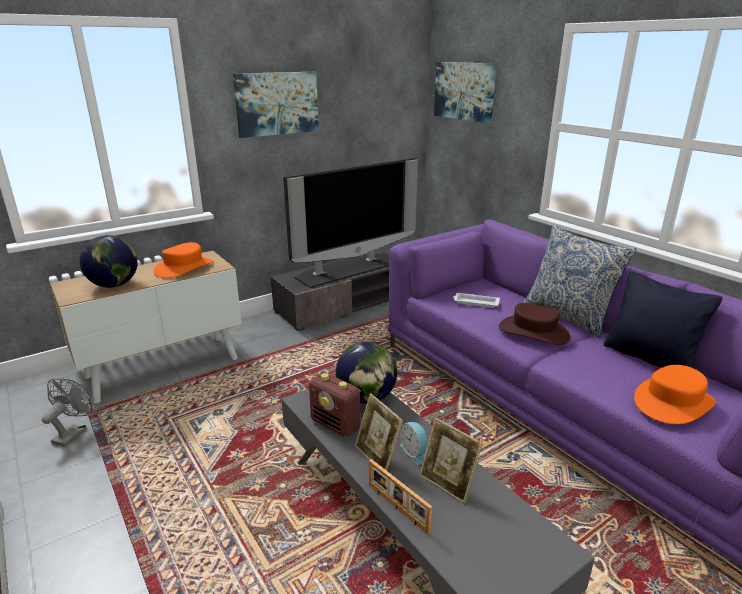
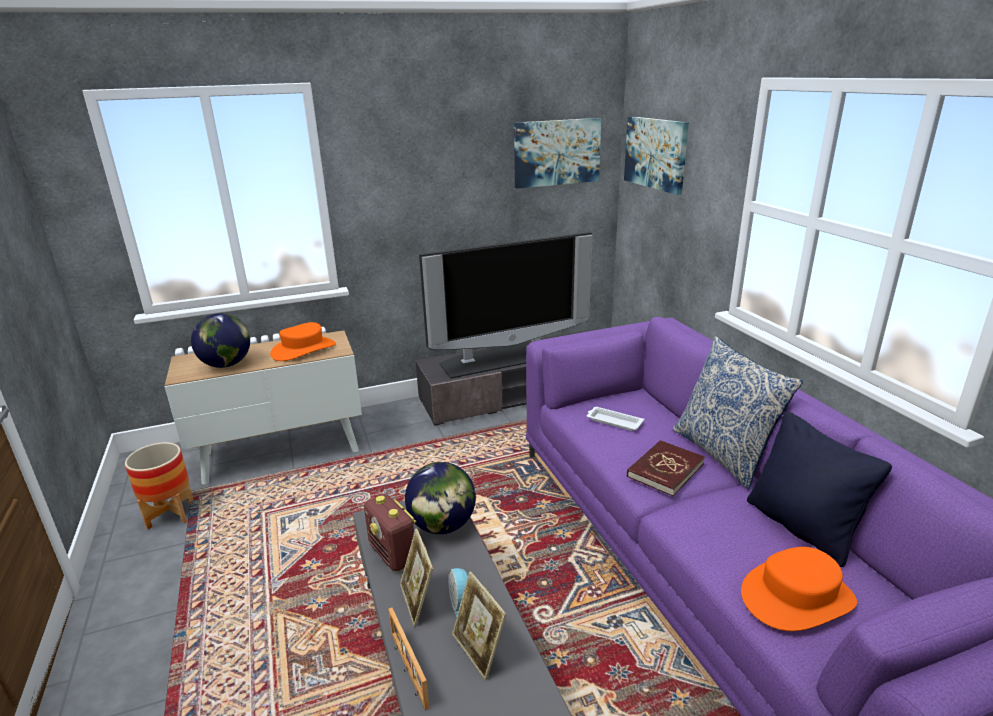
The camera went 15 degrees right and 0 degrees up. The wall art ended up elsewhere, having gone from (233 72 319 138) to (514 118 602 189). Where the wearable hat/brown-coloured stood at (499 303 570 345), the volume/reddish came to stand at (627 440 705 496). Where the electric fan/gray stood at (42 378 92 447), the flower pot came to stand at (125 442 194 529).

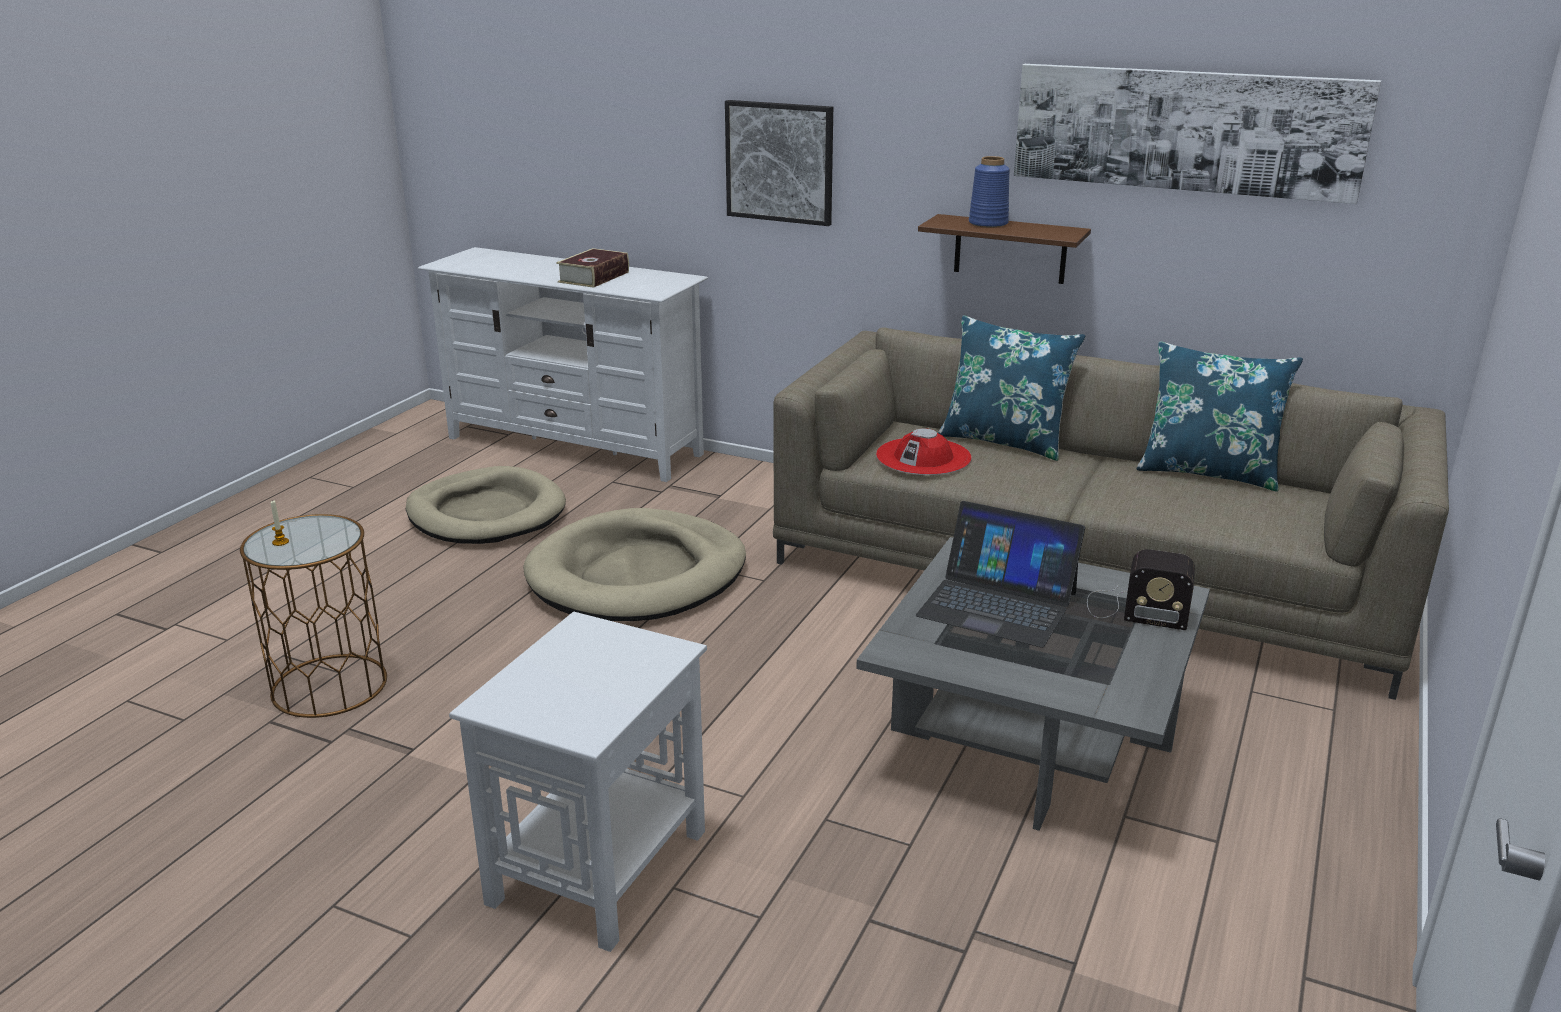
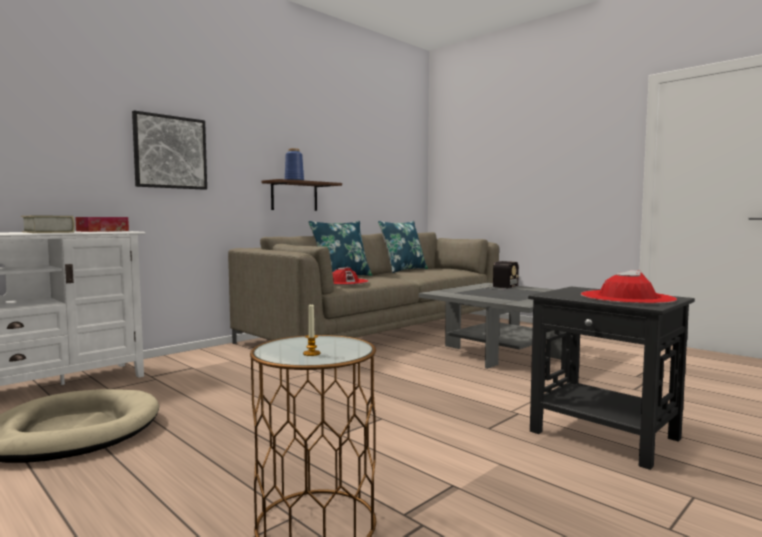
The camera went 70 degrees left and 20 degrees down. The second view lost the wall art at (1014 64 1381 204). The second view lost the notebook computer at (916 501 1085 647). The second view lost the dog bed/sand-coloured at (523 508 746 621). What was the side table/whitish at (449 611 707 952) turned into the side table/black at (528 287 695 470). The second view gained the tissue box at (75 217 129 232). The second view gained the wearable hat/reddish at (581 270 677 305).

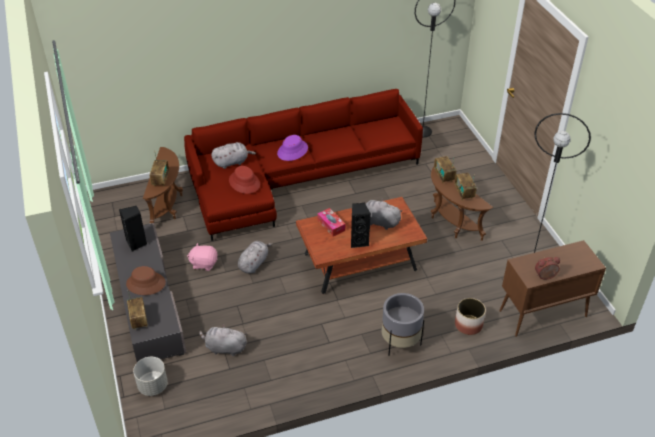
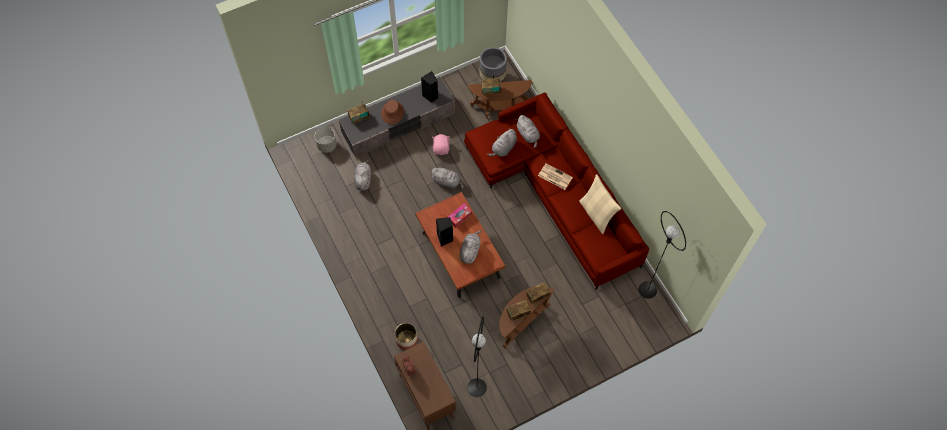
The camera went 80 degrees right and 20 degrees up. Where the wearable hat/purple-coloured stood at (277 135 308 161), the newspaper came to stand at (538 163 573 190). Where the wearable hat/reddish stood at (229 166 260 194), the cuddly toy/gray came to stand at (487 128 517 157). The flower pot/gray ended up elsewhere, having gone from (382 293 424 356) to (479 47 507 82). The second view gained the throw pillow/sand-coloured at (579 174 621 234).

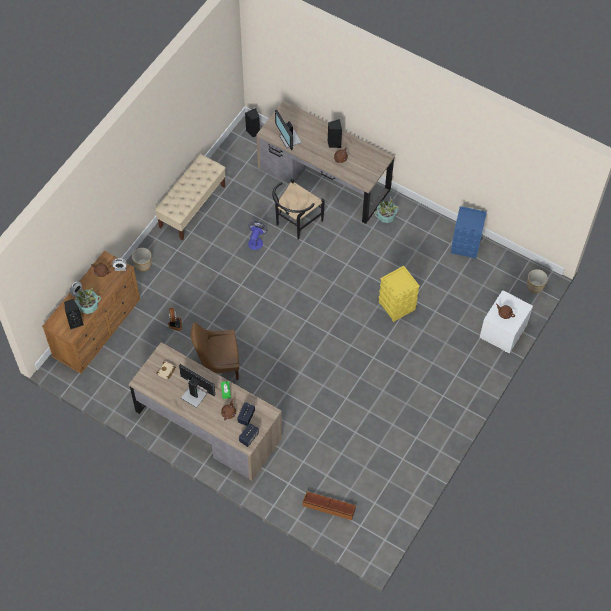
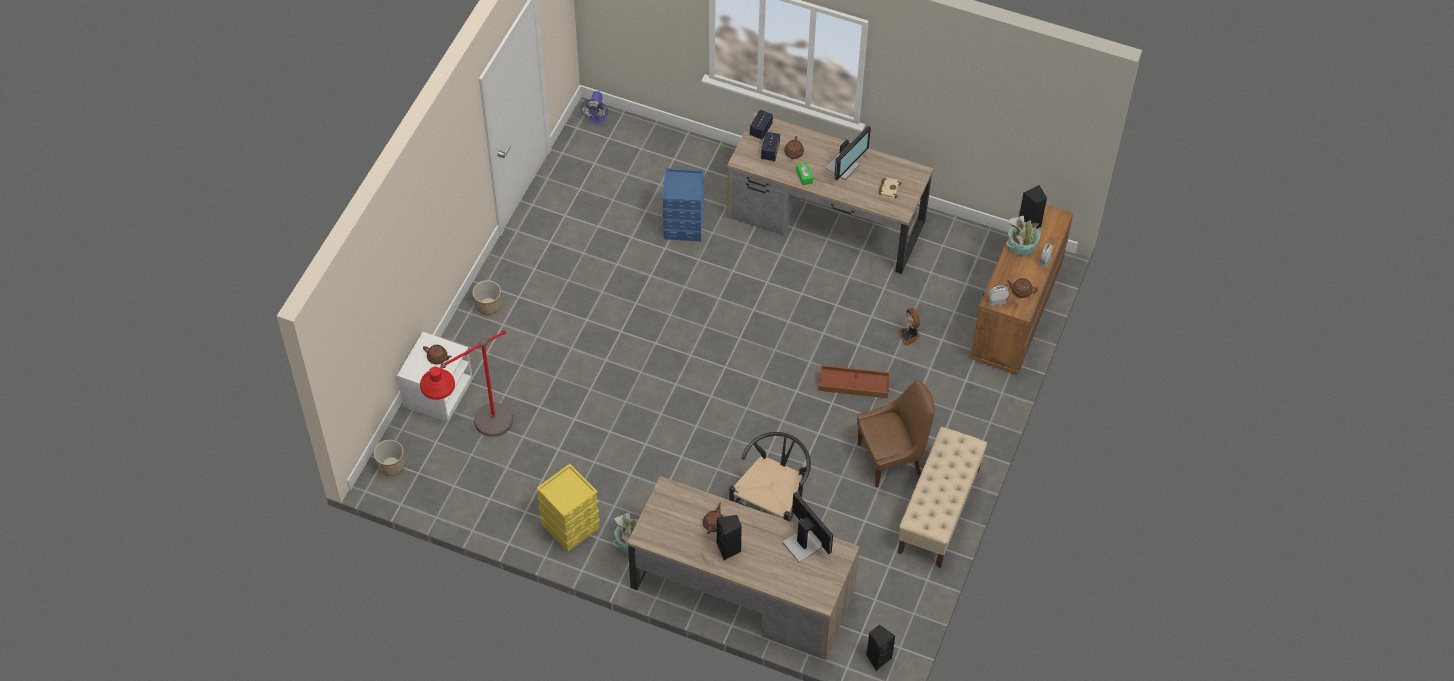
The camera went 170 degrees right and 5 degrees down. The storage box/bluish ended up elsewhere, having gone from (451 206 487 258) to (662 168 704 241). The electric fan ended up elsewhere, having gone from (248 221 268 250) to (580 91 608 123). The flower pot ended up elsewhere, having gone from (132 248 152 271) to (472 280 501 315). The storage box/yellow-coloured ended up elsewhere, having gone from (379 266 420 322) to (537 464 600 551). The upright chair/brown-coloured ended up elsewhere, having gone from (191 323 239 380) to (857 379 935 487). The computer display at (179 364 215 408) ended up facing another way, 75 degrees counterclockwise from before. The storage box/brown-coloured ended up elsewhere, having gone from (303 492 356 520) to (818 365 890 398). The second view gained the floor lamp/reddish at (420 330 513 437).

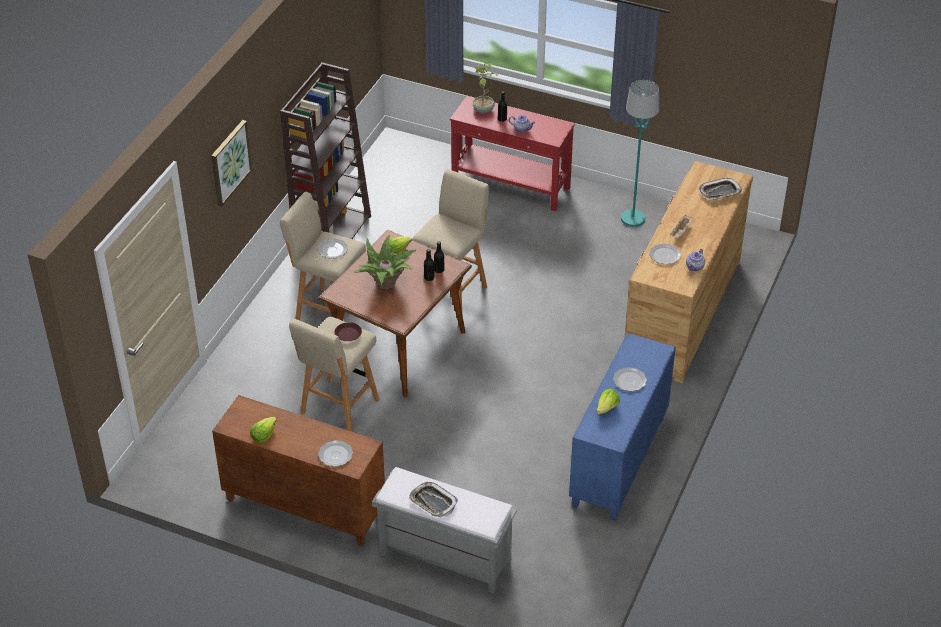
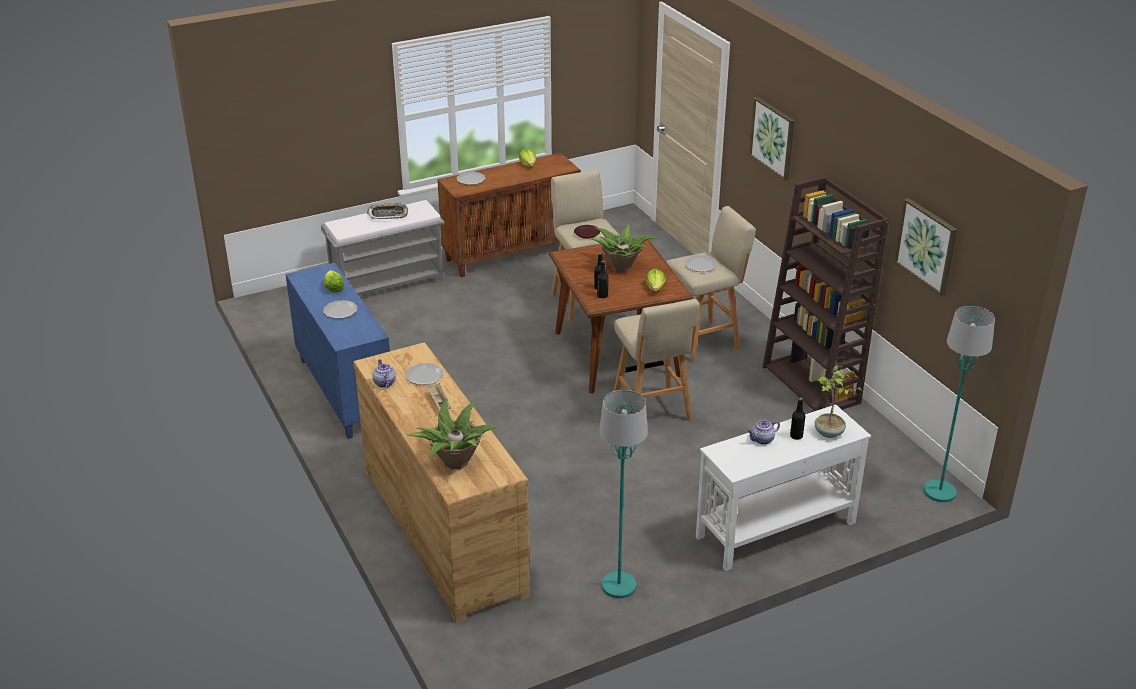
The camera went 130 degrees right and 10 degrees down. What was the hall table/reddish at (450 96 575 211) turned into the hall table/whitish at (696 405 871 571). Where the serving tray stood at (699 178 742 200), the houseplant came to stand at (407 398 499 469). The second view gained the wall art at (894 198 957 296). The second view gained the floor lamp/turquoise at (924 306 995 502).

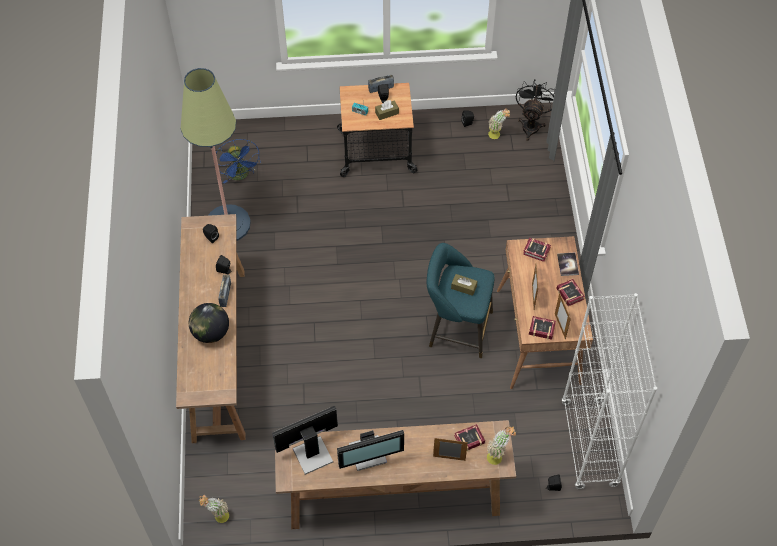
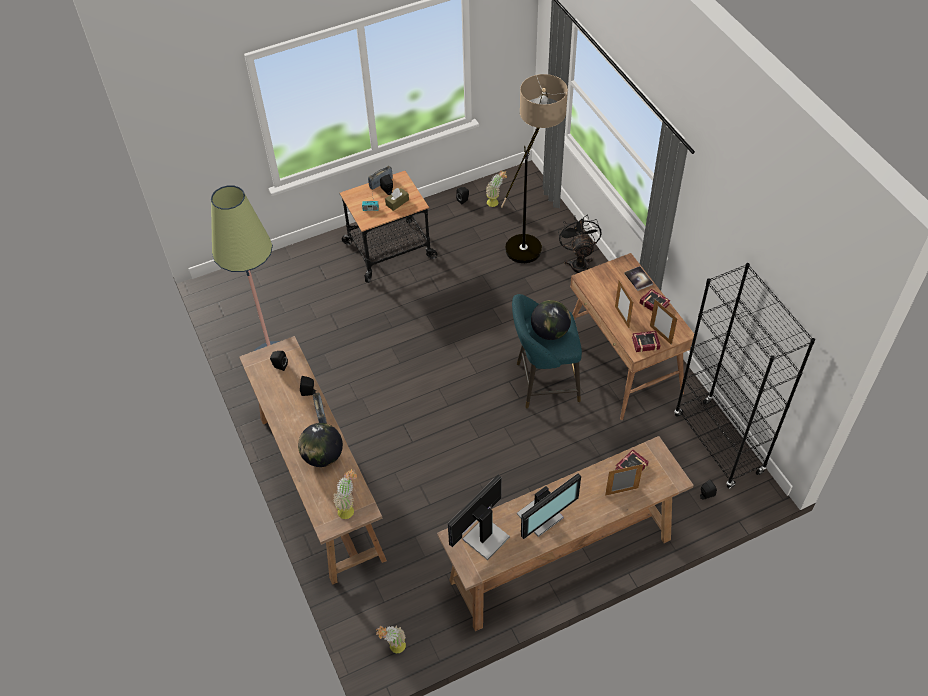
The camera went 20 degrees left and 5 degrees down. The electric fan/black ended up elsewhere, having gone from (516 79 555 141) to (558 215 601 273). The second view lost the electric fan/bluish at (216 139 261 184). The second view lost the volume at (523 238 551 262). Where the tissue box/brown-coloured stood at (451 274 477 296), the globe came to stand at (531 300 571 340). What was the bookshelf/whitish at (561 293 657 489) turned into the bookshelf/black at (674 263 815 489). The houseplant ended up elsewhere, having gone from (487 426 516 465) to (333 469 357 519). The second view gained the floor lamp at (501 74 568 263).

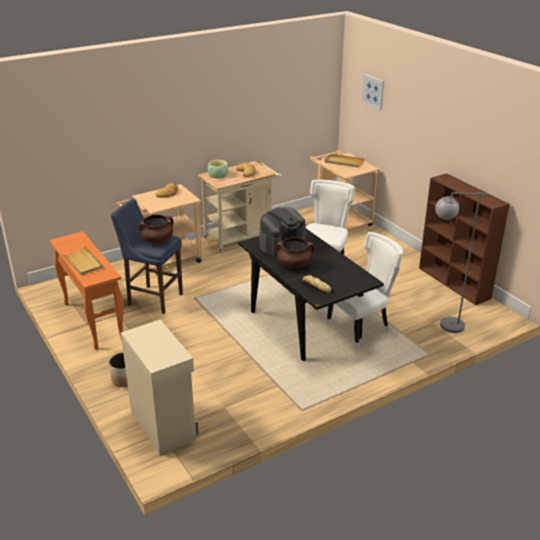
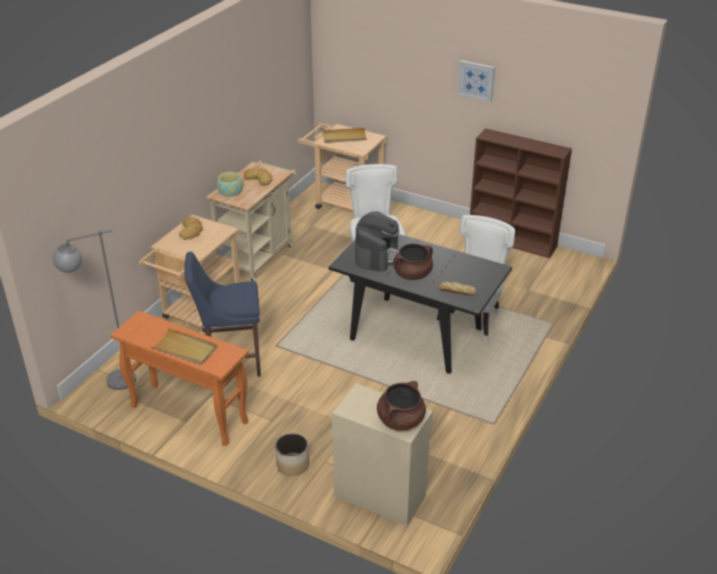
The camera went 30 degrees left and 5 degrees up. The wall art ended up elsewhere, having gone from (362 74 384 111) to (458 60 495 102). The floor lamp/gray ended up elsewhere, having gone from (435 192 490 333) to (53 230 136 390). The stockpot/brown-coloured ended up elsewhere, having gone from (139 214 173 244) to (377 381 426 431).

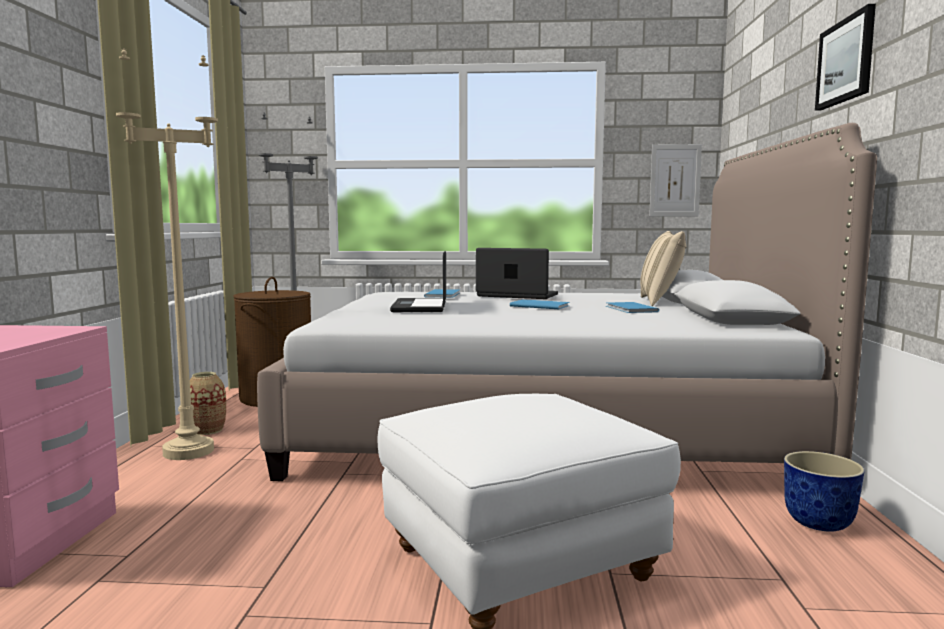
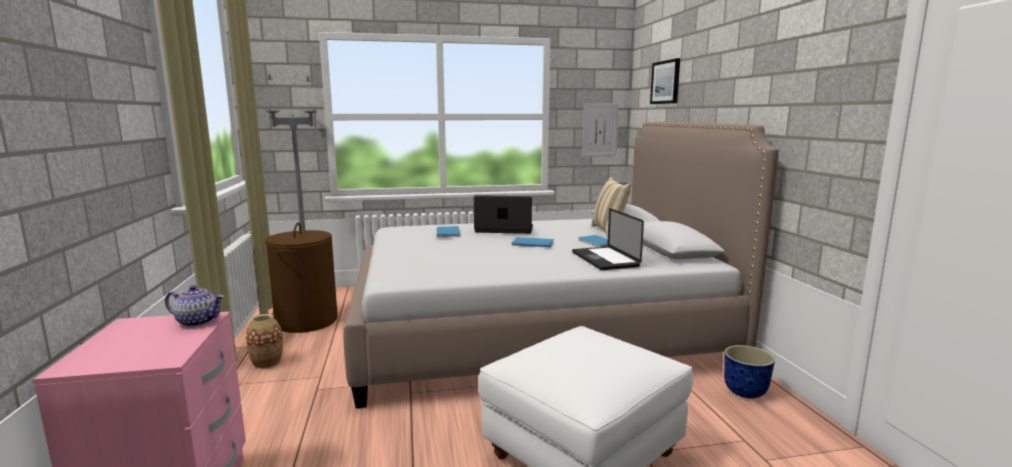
The camera went 15 degrees left and 5 degrees up. The wall art ended up elsewhere, having gone from (815 4 876 111) to (650 58 680 104). The second view lost the floor lamp/sand-coloured at (116 48 218 460). The notebook computer ended up elsewhere, having gone from (390 251 446 312) to (572 208 644 270). The second view gained the tea pot at (165 285 224 327).

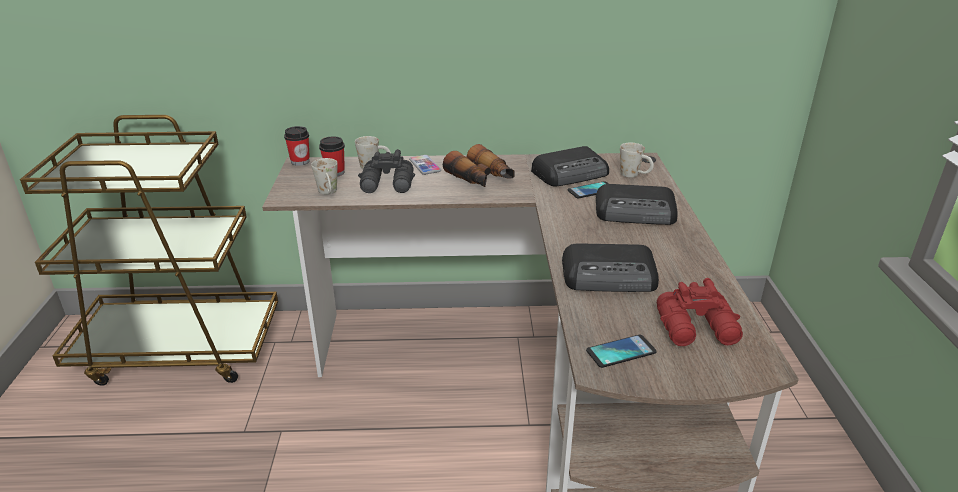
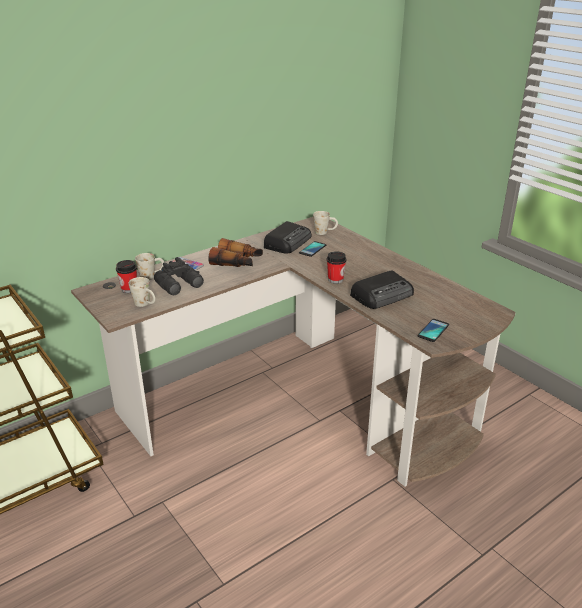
The camera went 35 degrees left and 0 degrees up. The small cup ended up elsewhere, having gone from (284 126 310 165) to (327 251 346 284). The second view lost the radio set at (596 184 678 225). The second view lost the binoculars/reddish at (657 278 743 346).

